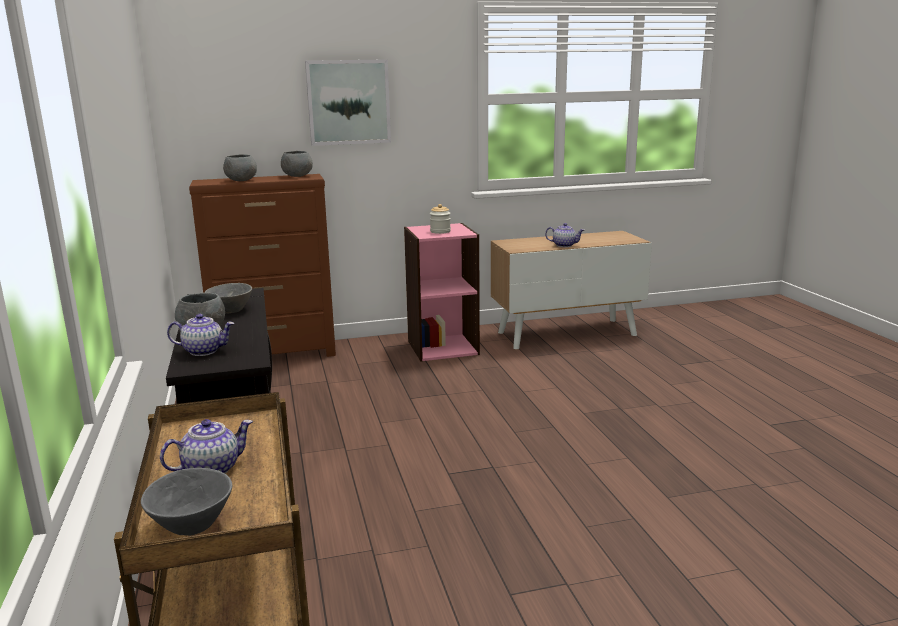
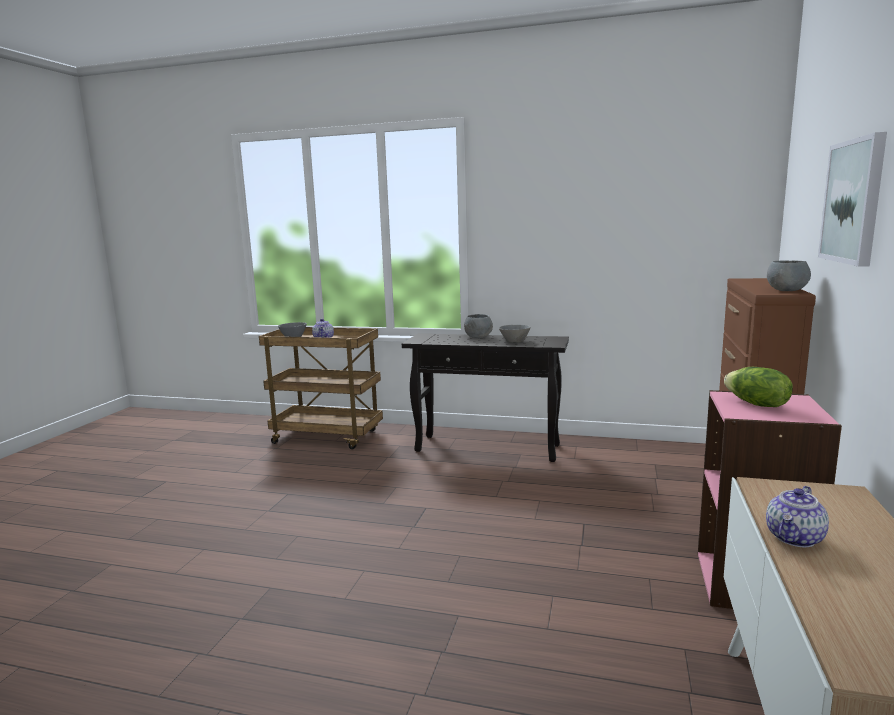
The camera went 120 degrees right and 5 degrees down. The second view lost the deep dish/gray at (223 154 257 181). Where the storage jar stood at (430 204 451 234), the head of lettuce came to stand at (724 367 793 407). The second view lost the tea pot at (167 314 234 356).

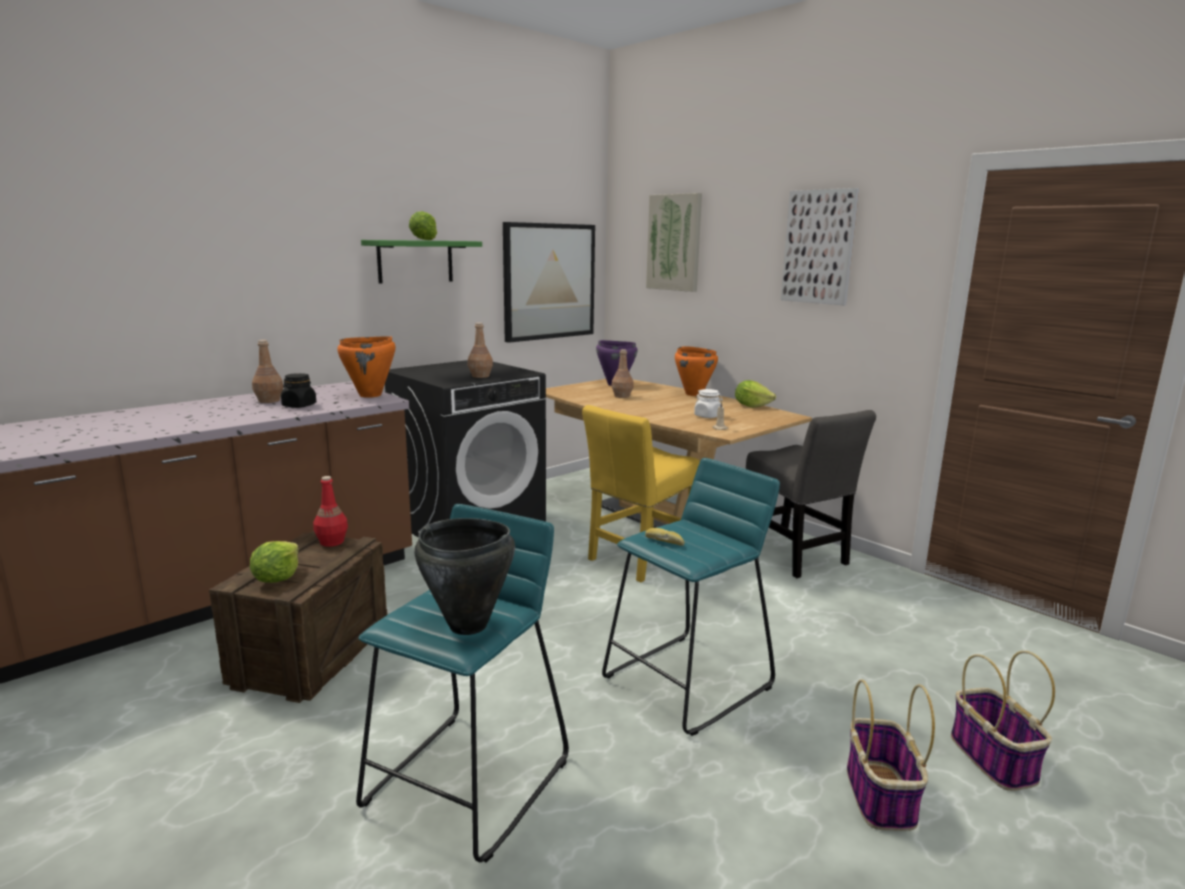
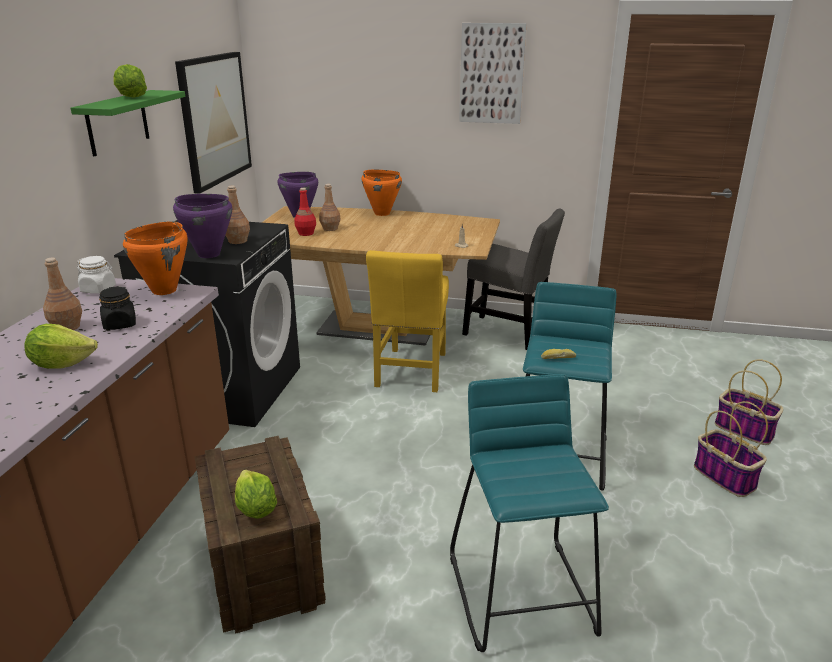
The camera went 35 degrees left and 10 degrees up. The second view lost the wall art at (646 193 702 292). The head of lettuce ended up elsewhere, having gone from (735 380 776 408) to (24 324 98 369). The storage jar/whitish ended up elsewhere, having gone from (694 389 723 418) to (77 256 116 294). The drink bottle/reddish ended up elsewhere, having gone from (313 476 348 547) to (294 188 316 236). The second view lost the stockpot/black at (415 518 515 635). The second view gained the stockpot/purple-coloured at (173 194 232 258).

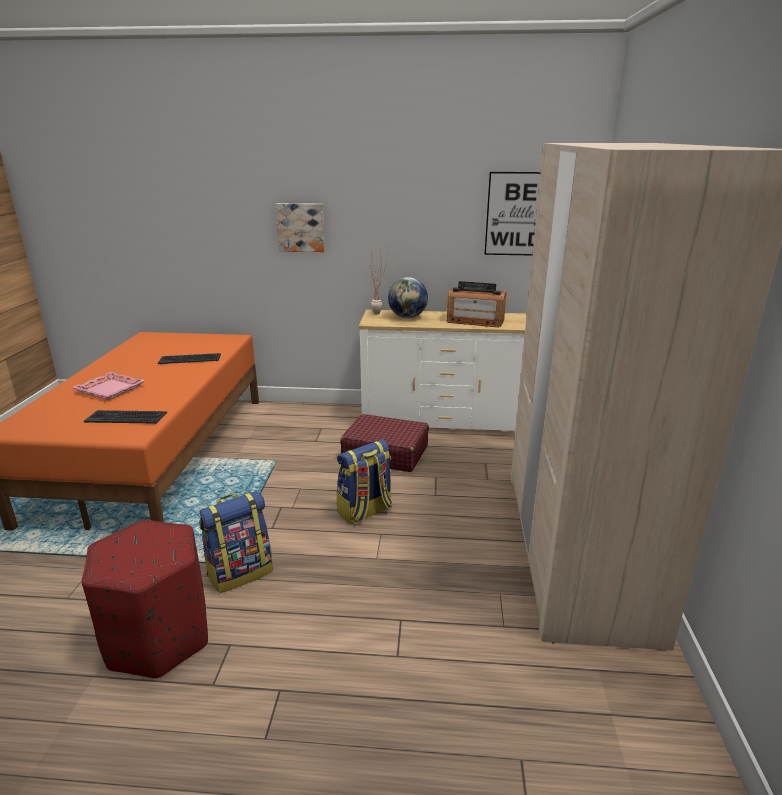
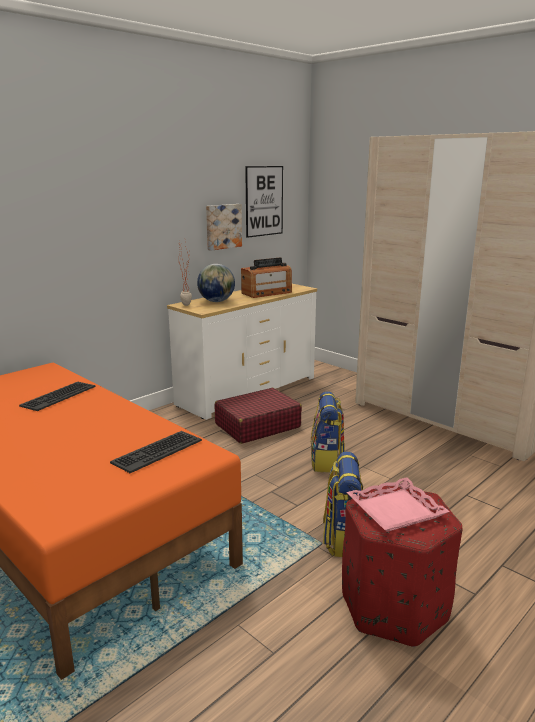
The camera went 50 degrees left and 5 degrees down. The wall art ended up elsewhere, having gone from (275 203 325 252) to (206 204 242 251). The serving tray/pinkish ended up elsewhere, having gone from (72 372 145 400) to (346 477 450 532).

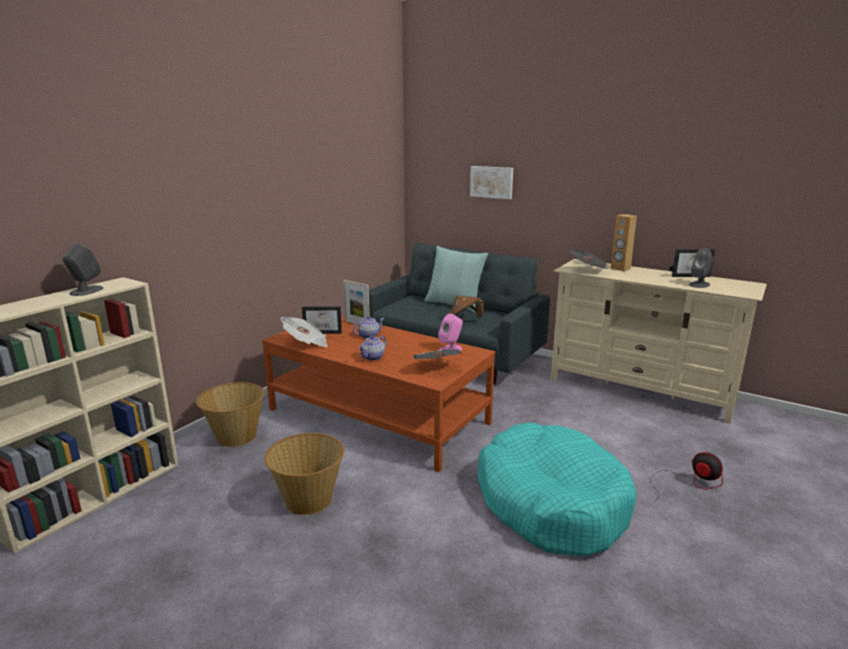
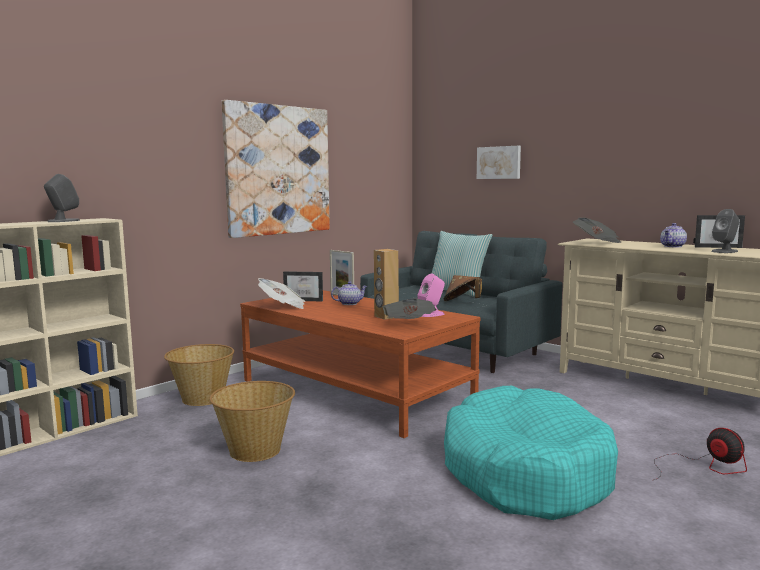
The camera went 10 degrees right and 10 degrees down. The loudspeaker/brown-coloured ended up elsewhere, having gone from (610 214 637 271) to (374 249 399 320). The tea pot ended up elsewhere, having gone from (358 335 386 361) to (660 223 687 247). The second view gained the wall art at (222 100 330 238).

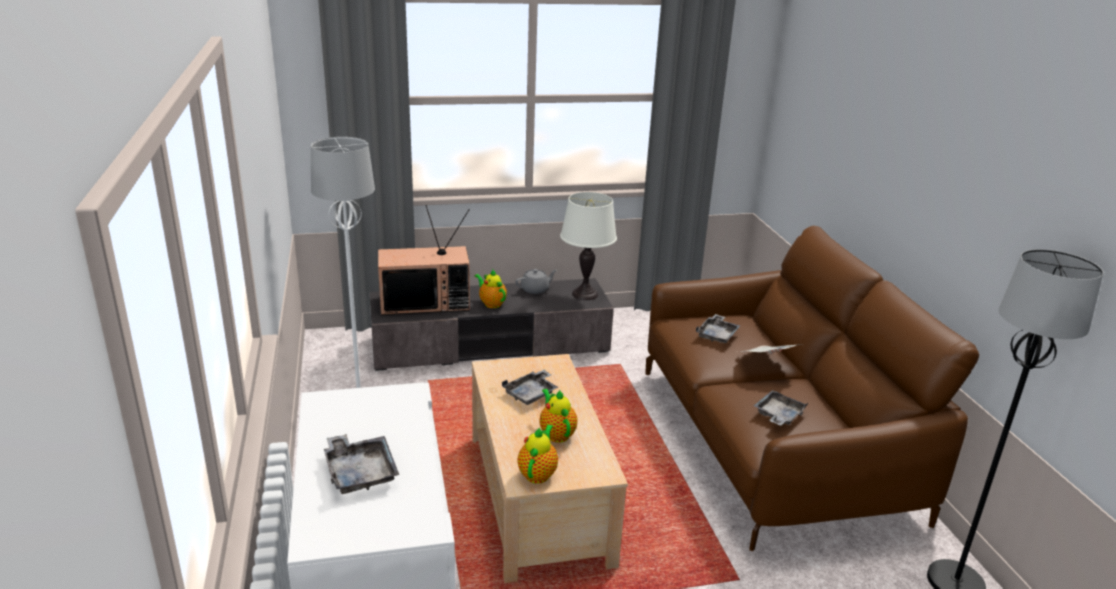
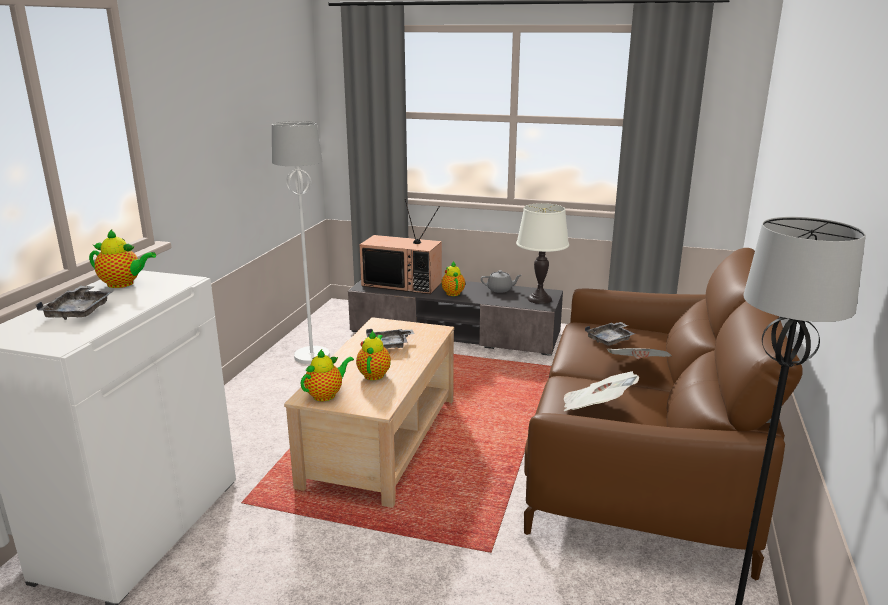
The camera went 30 degrees right and 5 degrees down. Where the serving tray/gray stood at (753 390 808 426), the newspaper came to stand at (564 371 639 411). The second view gained the tea pot at (89 229 156 288).

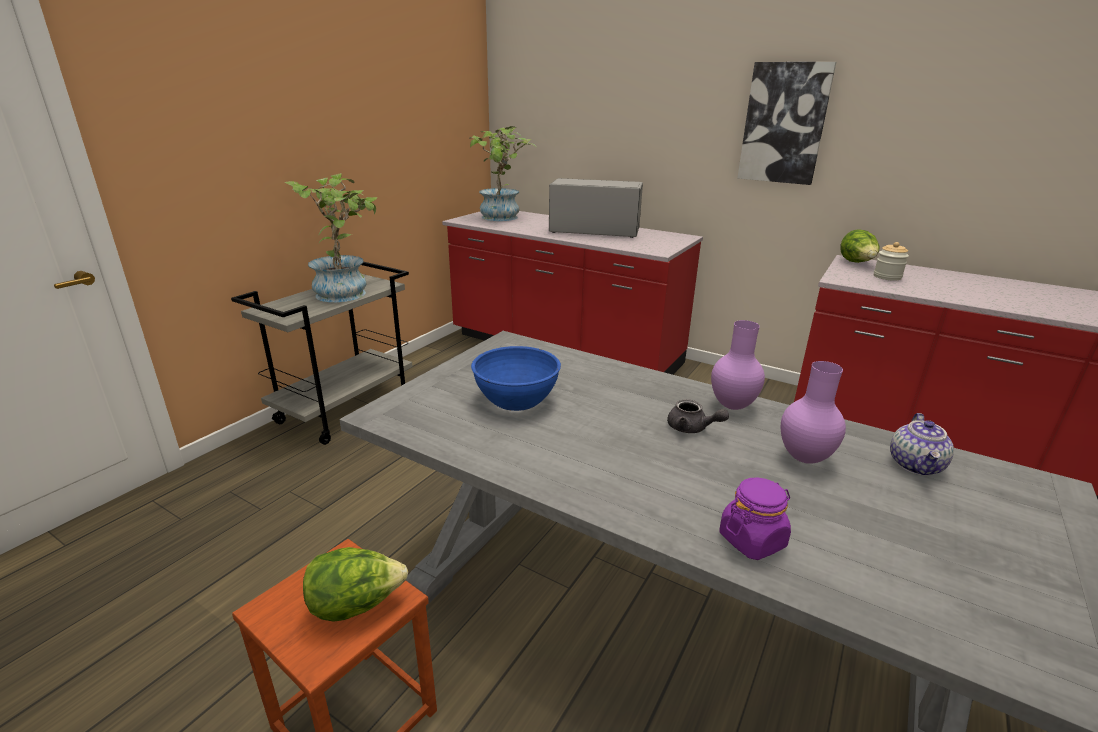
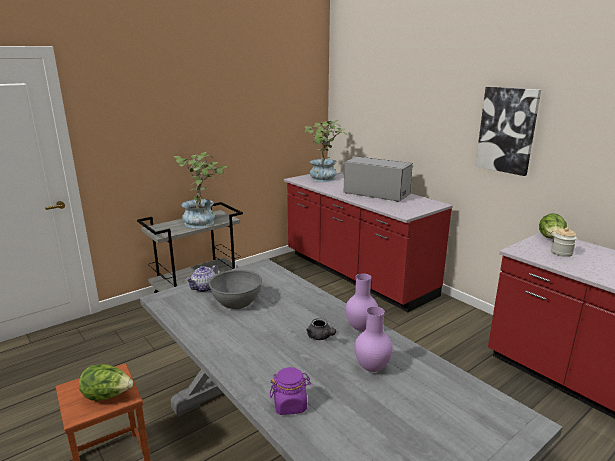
The camera went 20 degrees right and 5 degrees down. What was the deep dish/bluish at (471 346 561 411) turned into the deep dish/gray at (209 270 262 309). The tea pot ended up elsewhere, having gone from (890 413 954 476) to (185 265 220 292).

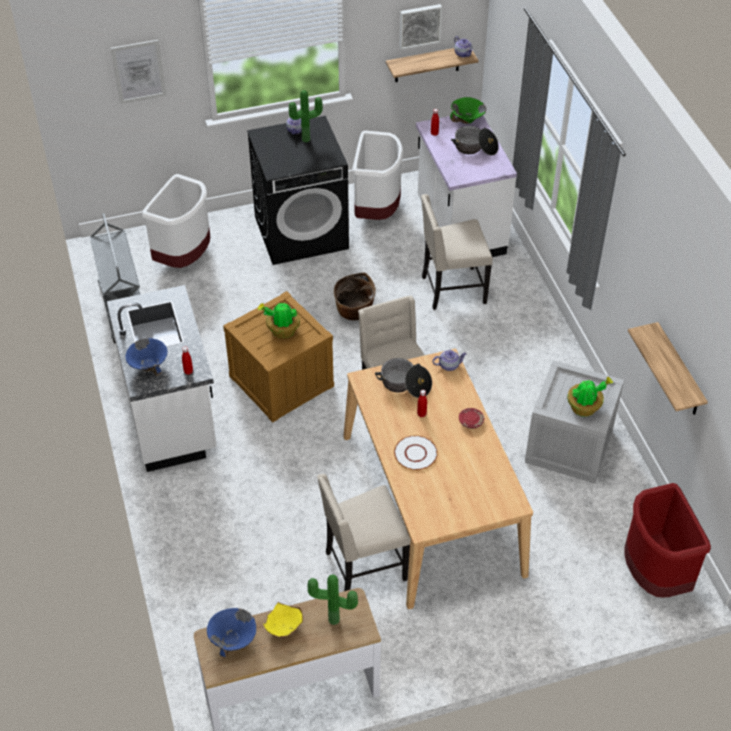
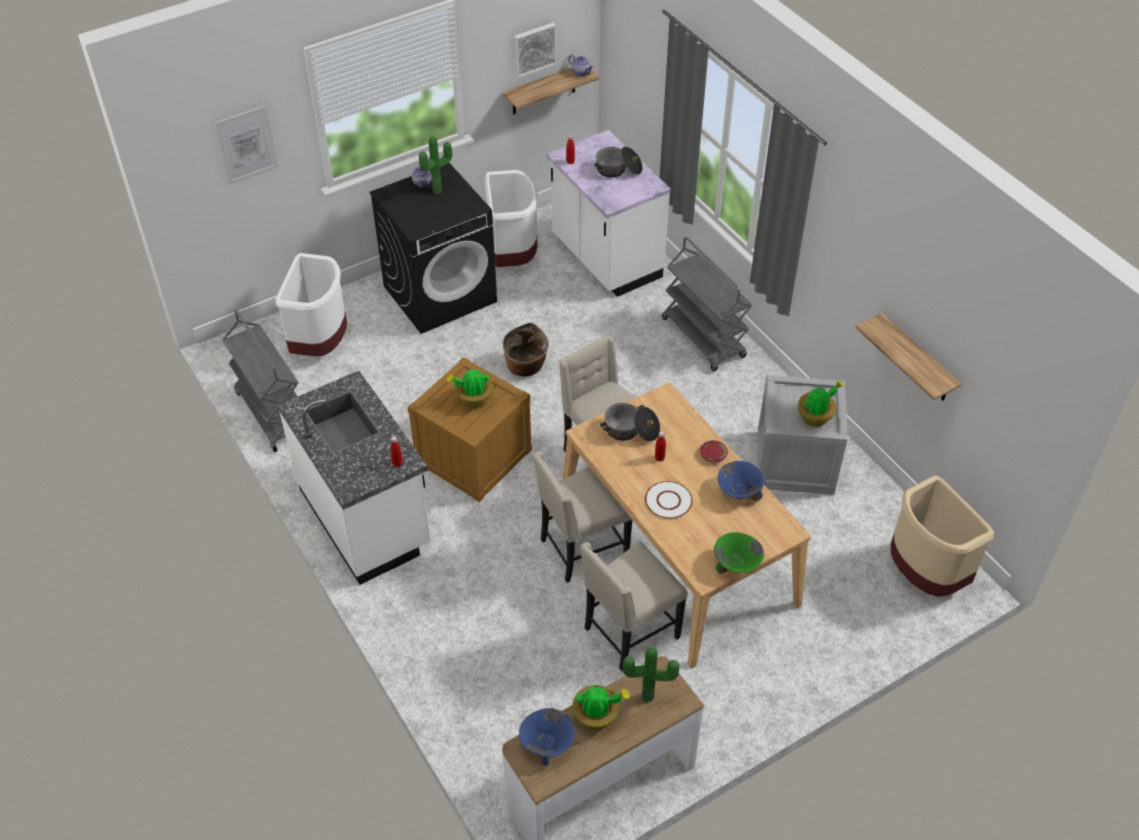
The camera went 15 degrees left and 0 degrees up. The deep dish/green-coloured ended up elsewhere, having gone from (450 97 486 124) to (714 532 764 574). The upright chair/sand-coloured ended up elsewhere, having gone from (421 194 493 310) to (533 452 632 583). The deep dish/bluish ended up elsewhere, having gone from (125 338 168 376) to (718 461 764 501). The second view lost the tea pot at (432 350 467 371). What was the waste bin/reddish at (624 483 711 598) turned into the waste bin/sand-coloured at (891 476 994 597). Where the deep dish/yellow-coloured stood at (263 602 303 637), the houseplant came to stand at (572 685 630 730). The second view gained the cart/gray at (662 237 752 371).

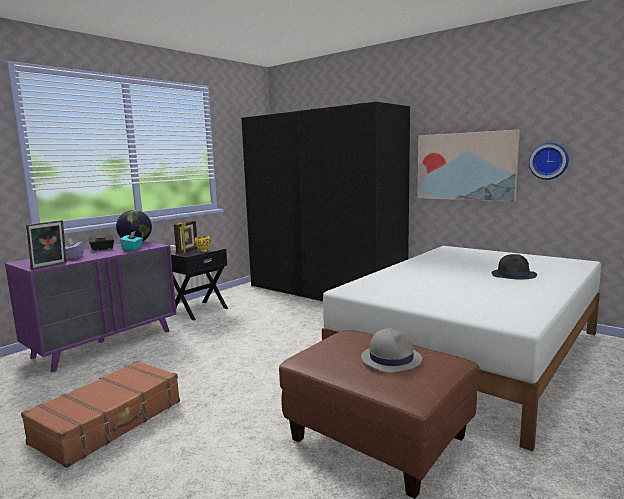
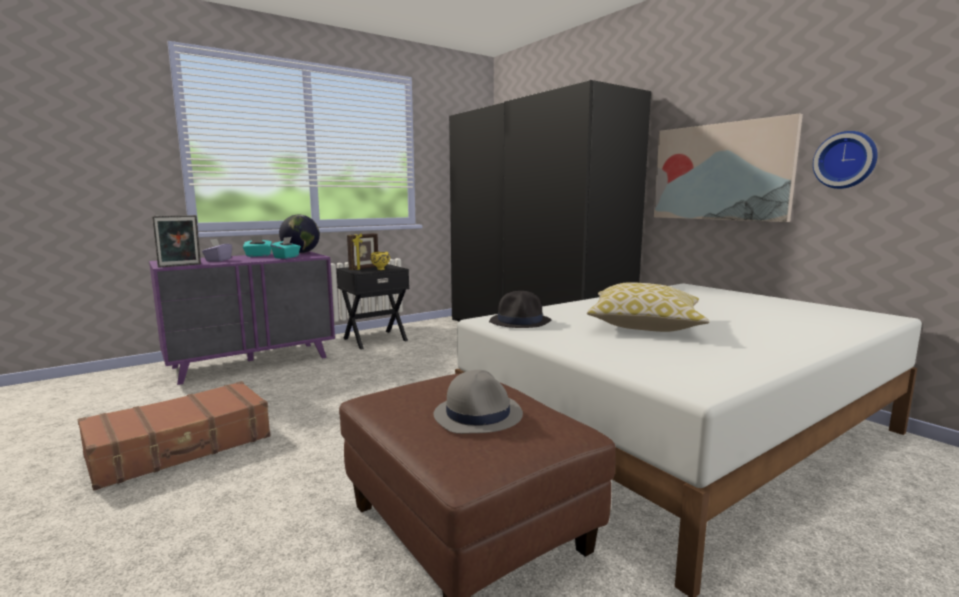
The camera went 15 degrees right and 0 degrees up. What was the tissue box/black at (88 232 114 251) turned into the tissue box/turquoise at (243 236 272 257). The wearable hat/black ended up elsewhere, having gone from (491 254 537 279) to (489 291 552 328). The second view gained the throw pillow at (587 282 709 332).

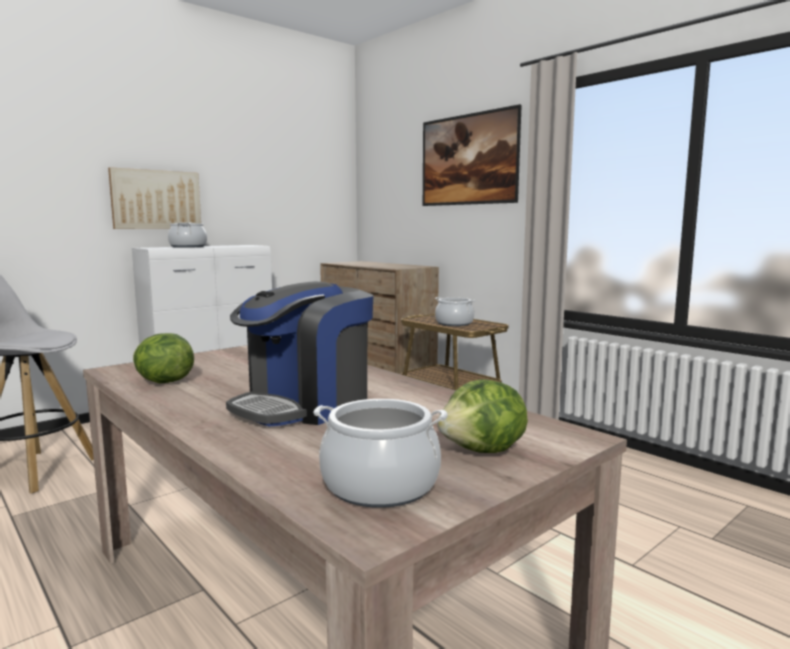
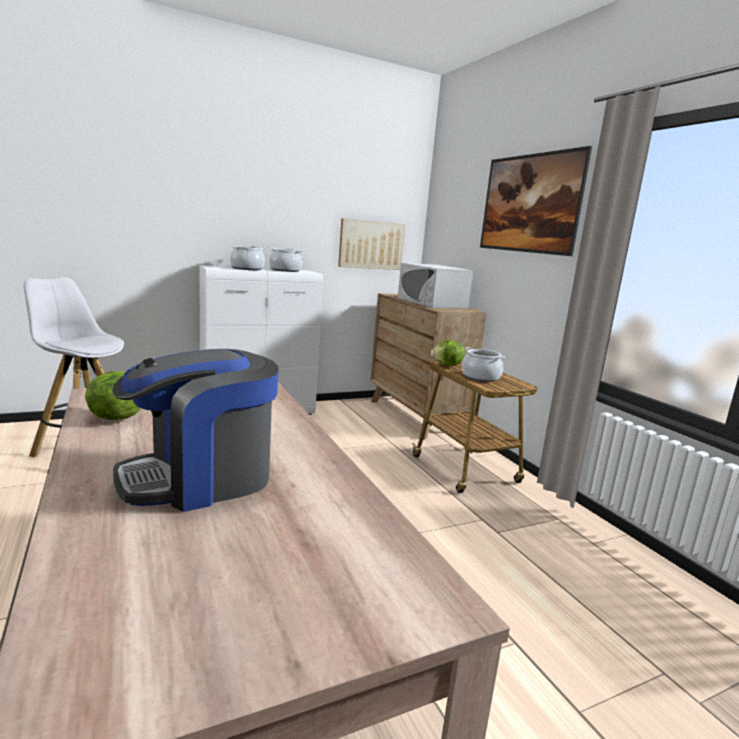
The camera went 15 degrees right and 5 degrees up. The wall art ended up elsewhere, having gone from (108 167 201 229) to (338 218 405 270). The head of lettuce ended up elsewhere, having gone from (437 379 528 453) to (431 340 465 366). The stockpot ended up elsewhere, having gone from (313 399 448 508) to (269 247 303 272). The second view gained the kitchen microwave/whitish at (398 263 473 308).

